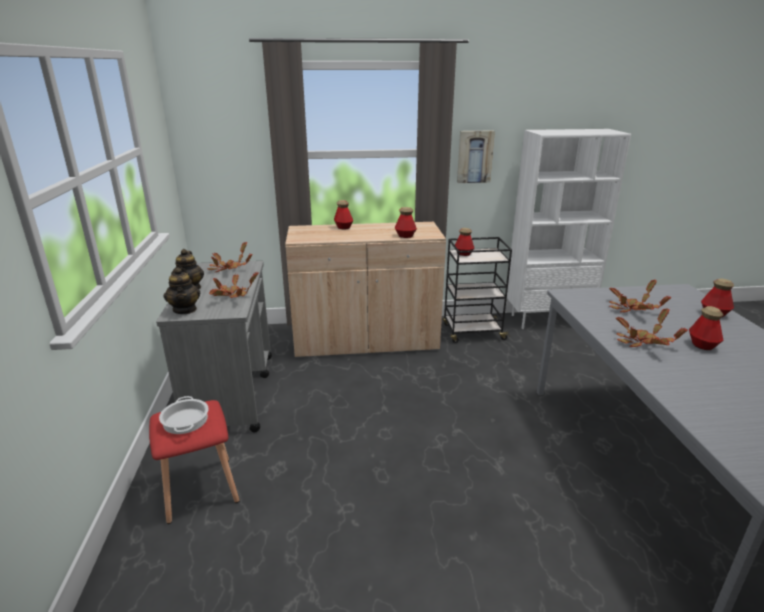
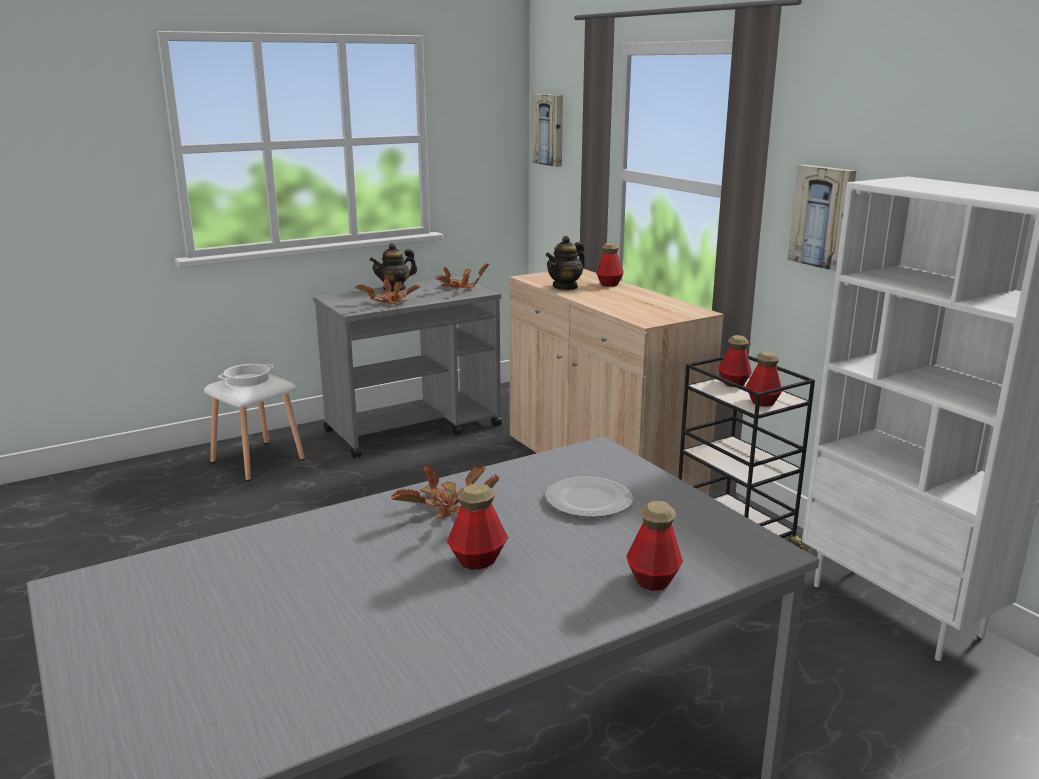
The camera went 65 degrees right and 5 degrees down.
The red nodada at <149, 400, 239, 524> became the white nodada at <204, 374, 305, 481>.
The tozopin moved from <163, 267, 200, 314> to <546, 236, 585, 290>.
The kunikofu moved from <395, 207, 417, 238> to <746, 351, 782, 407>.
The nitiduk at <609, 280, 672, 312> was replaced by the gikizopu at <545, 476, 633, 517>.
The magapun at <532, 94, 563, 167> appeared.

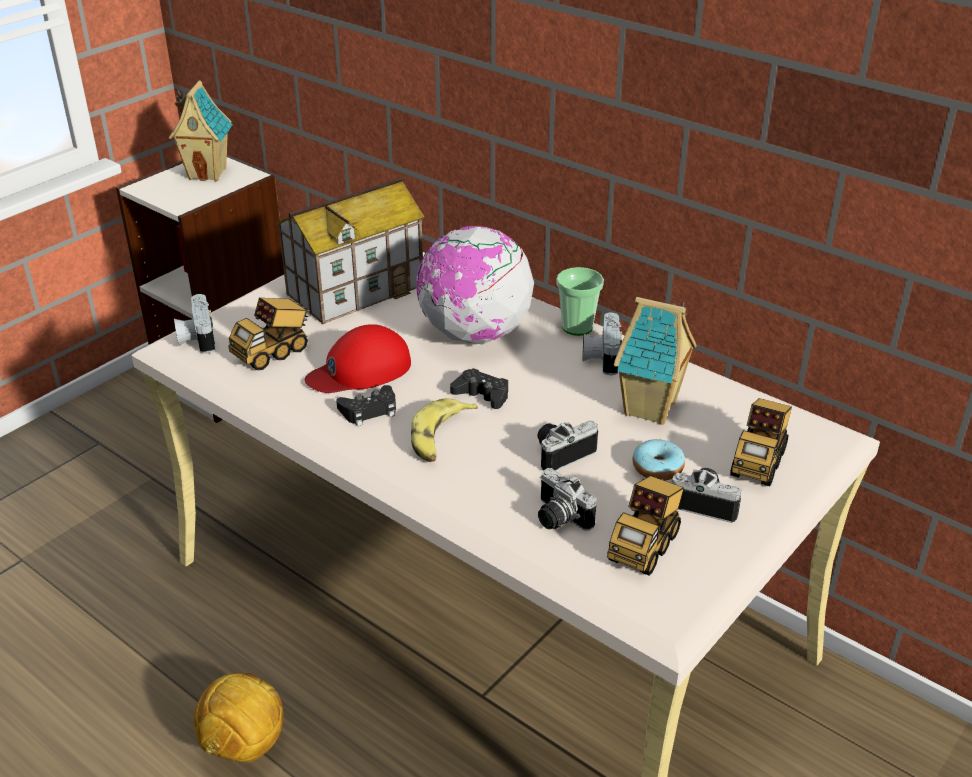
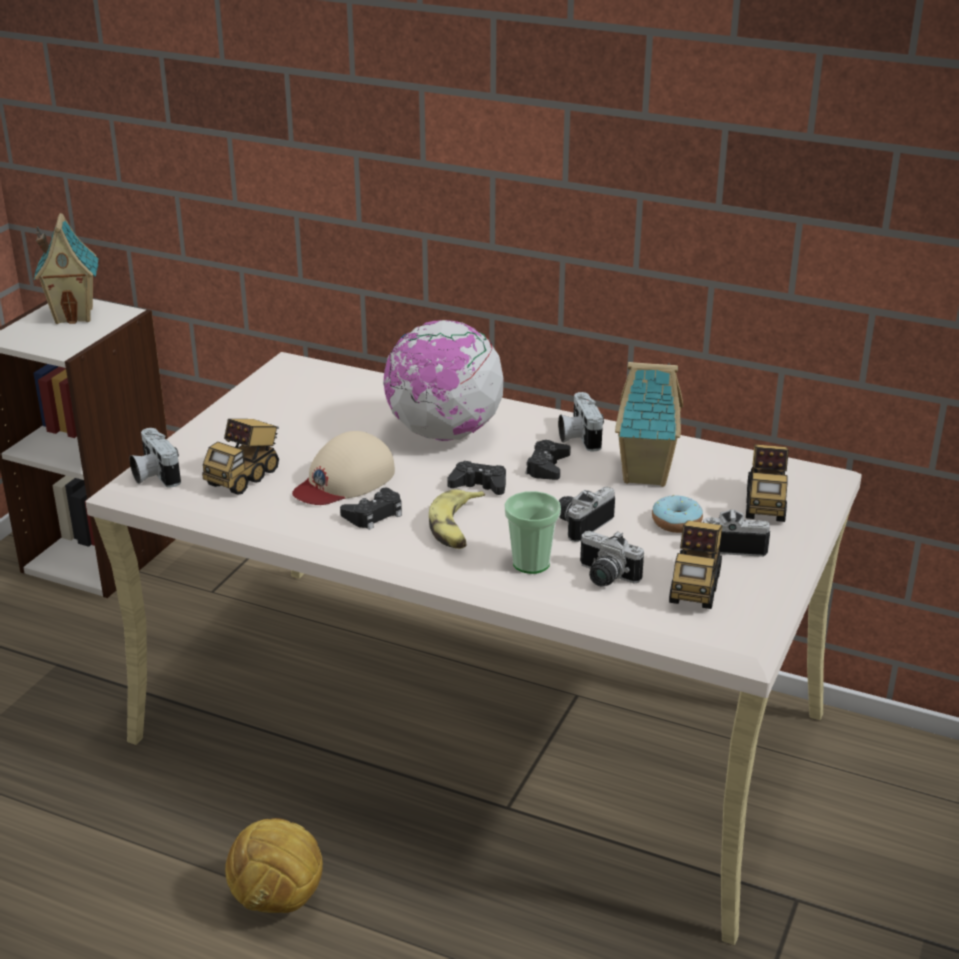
The camera went 15 degrees left and 5 degrees down.
The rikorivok at <275, 177, 424, 324> disappeared.
The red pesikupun at <304, 324, 411, 393> became the beige pesikupun at <292, 431, 395, 505>.
The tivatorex moved from <557, 267, 604, 336> to <505, 491, 561, 574>.
The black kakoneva at <525, 440, 571, 480> appeared.

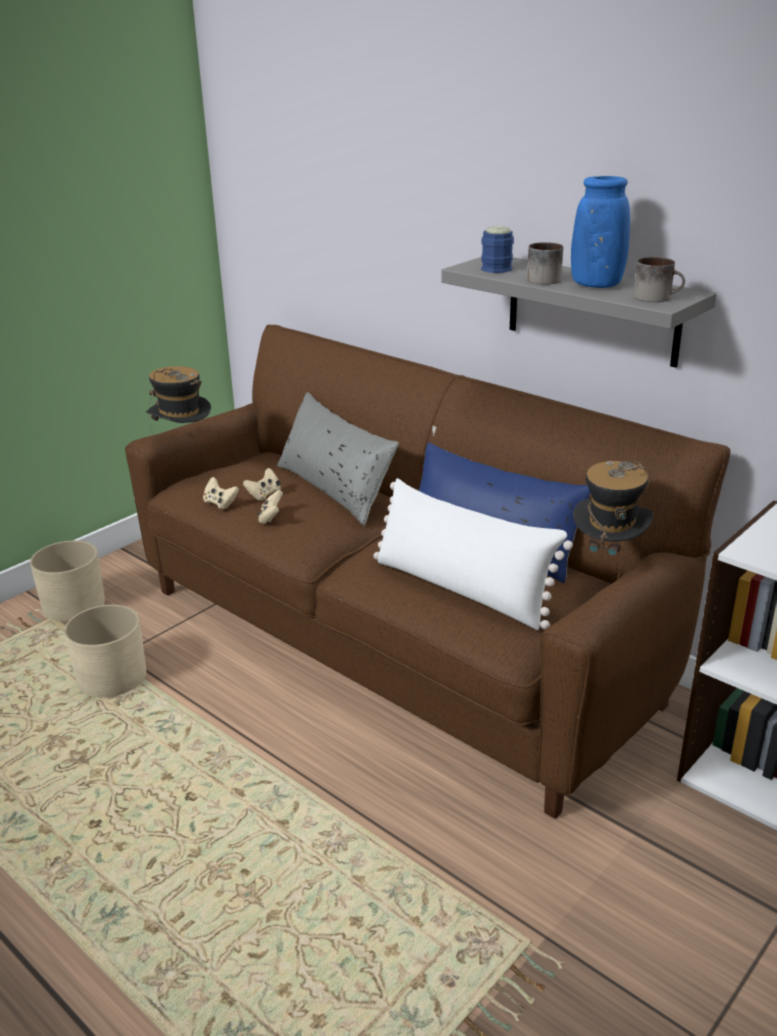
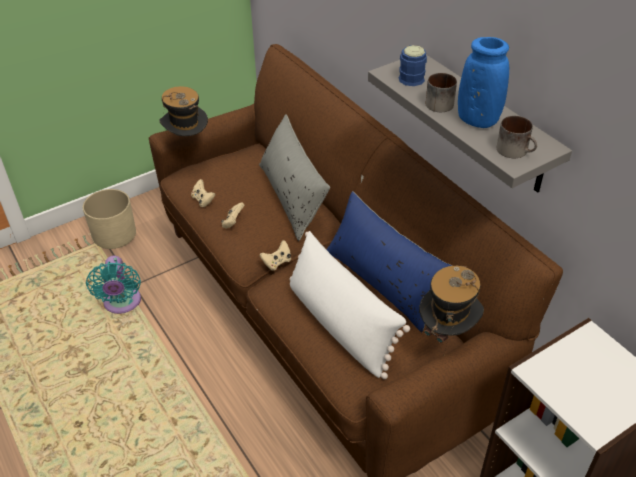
The camera went 15 degrees right and 15 degrees up.
The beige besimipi at <64, 605, 146, 698> was replaced by the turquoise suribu at <86, 256, 141, 314>.
The beige kakoneva moved from <243, 468, 281, 501> to <260, 240, 291, 270>.

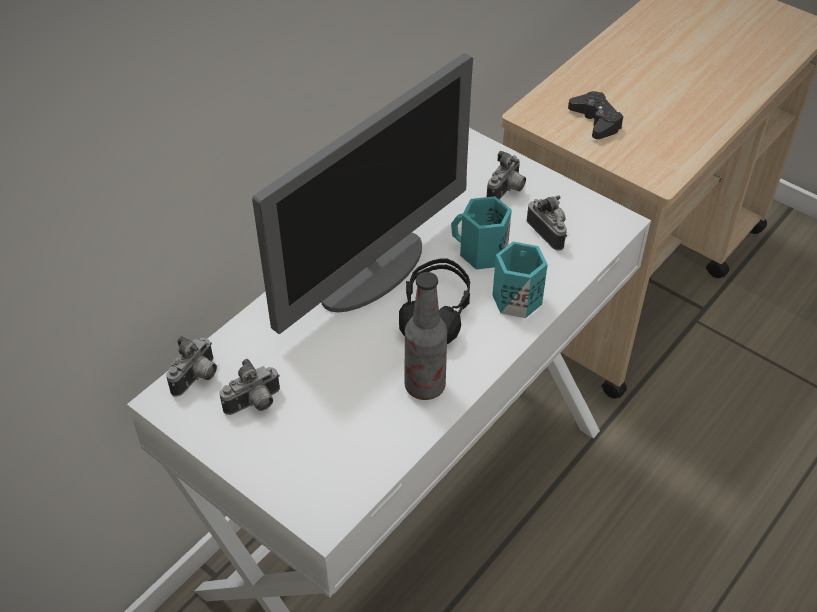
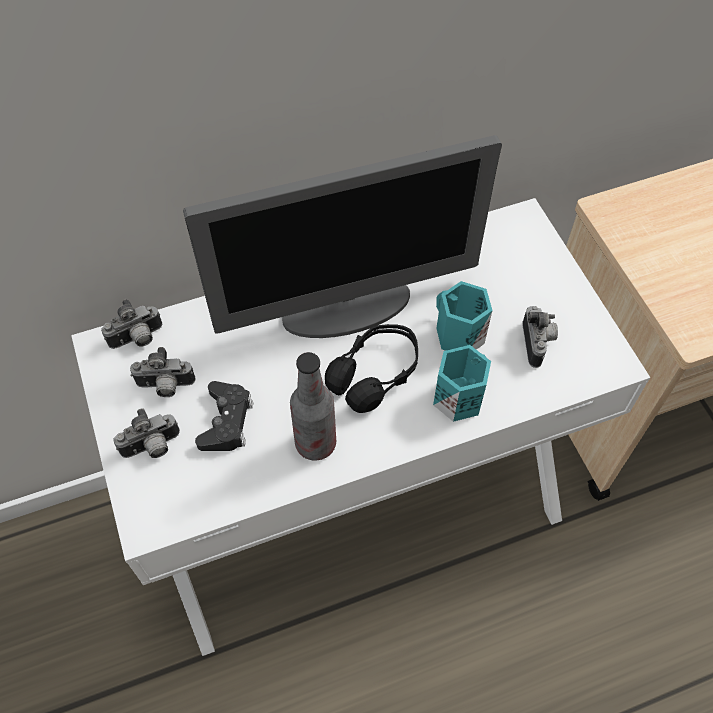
The camera went 30 degrees right and 10 degrees up.
The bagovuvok moved from <486, 151, 526, 200> to <113, 408, 180, 458>.
The black kakoneva moved from <568, 91, 623, 139> to <195, 381, 253, 451>.

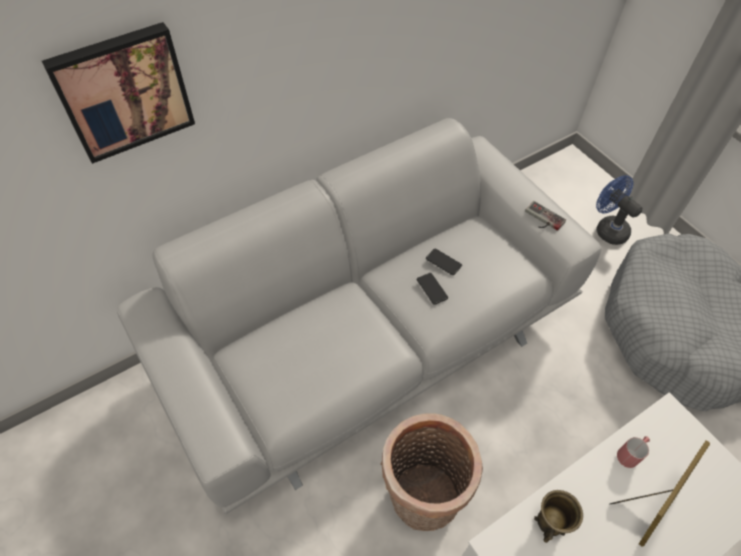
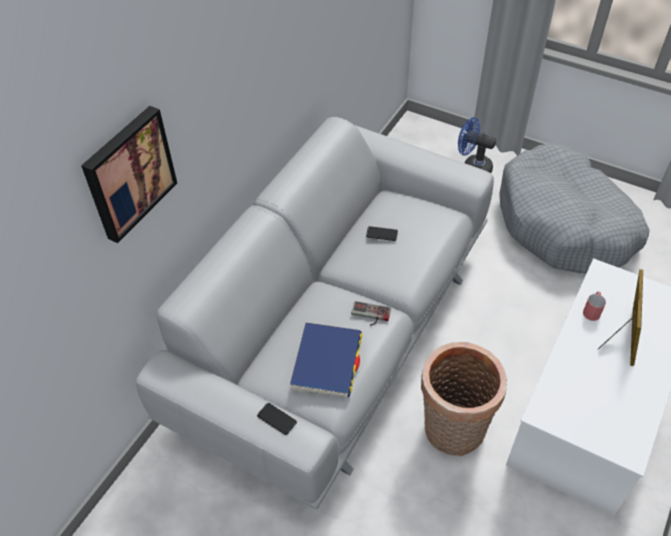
The camera went 25 degrees left and 5 degrees down.
The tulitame moved from <417, 273, 448, 305> to <257, 403, 297, 435>.
The kakoneva moved from <525, 201, 566, 231> to <351, 301, 391, 326>.
The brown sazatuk at <534, 490, 583, 543> disappeared.
The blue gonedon at <290, 322, 362, 398> appeared.

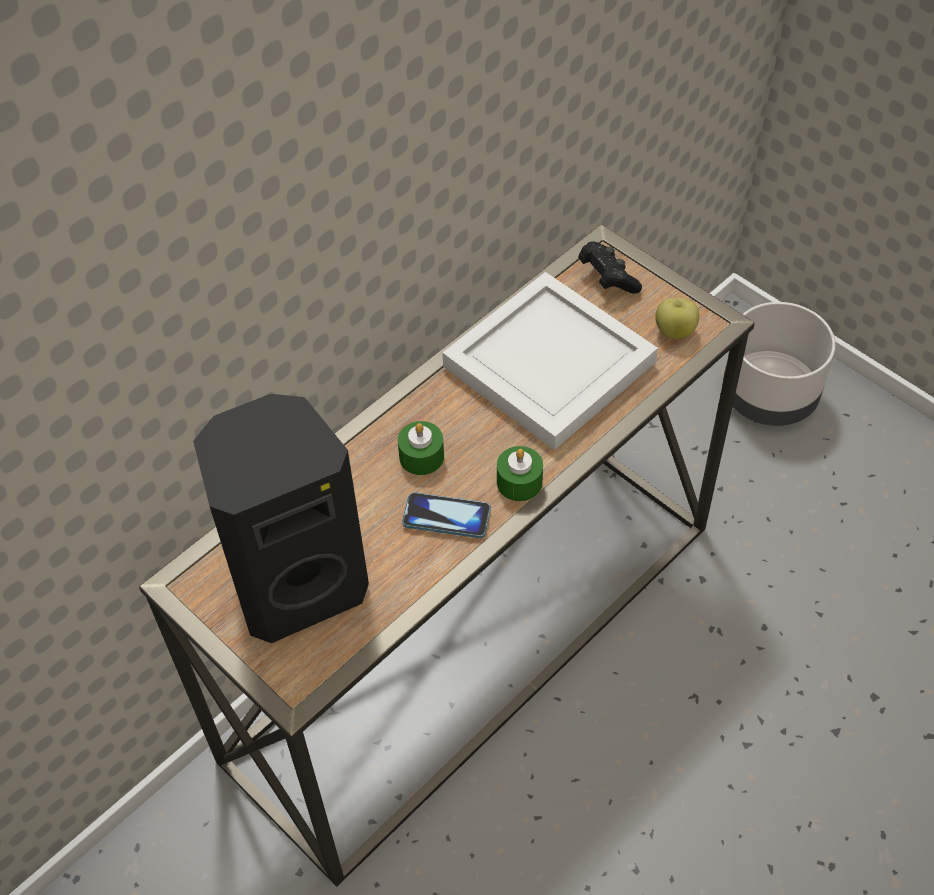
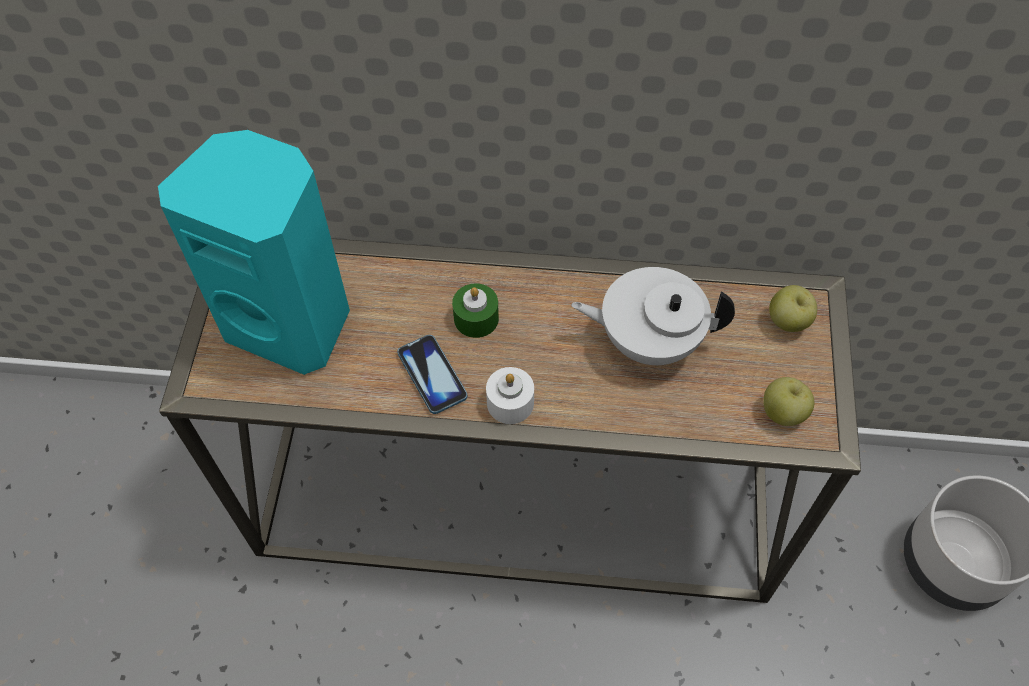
The camera went 50 degrees right and 5 degrees up.
The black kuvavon at <193, 394, 369, 643> became the turquoise kuvavon at <158, 130, 350, 375>.
The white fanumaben at <442, 272, 658, 450> was replaced by the white tozopin at <571, 267, 735, 365>.
The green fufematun at <497, 446, 543, 501> became the white fufematun at <486, 367, 534, 424>.
The black kakoneva at <578, 241, 642, 293> was replaced by the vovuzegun at <769, 285, 817, 332>.

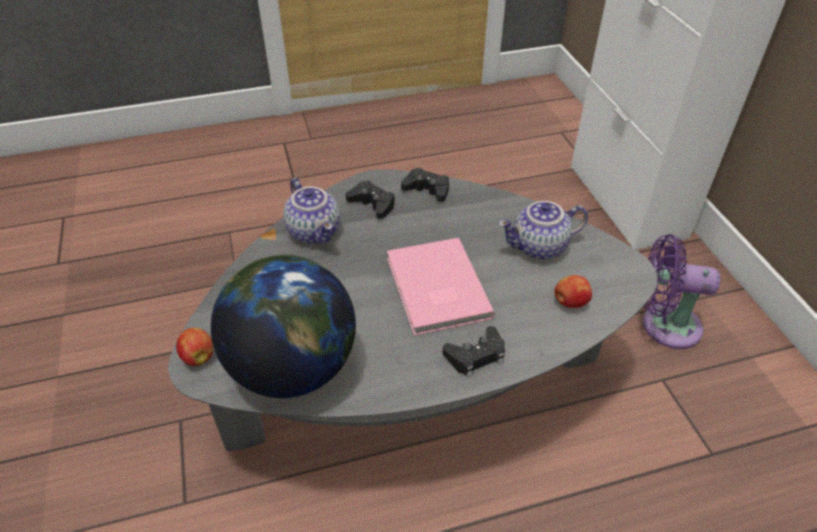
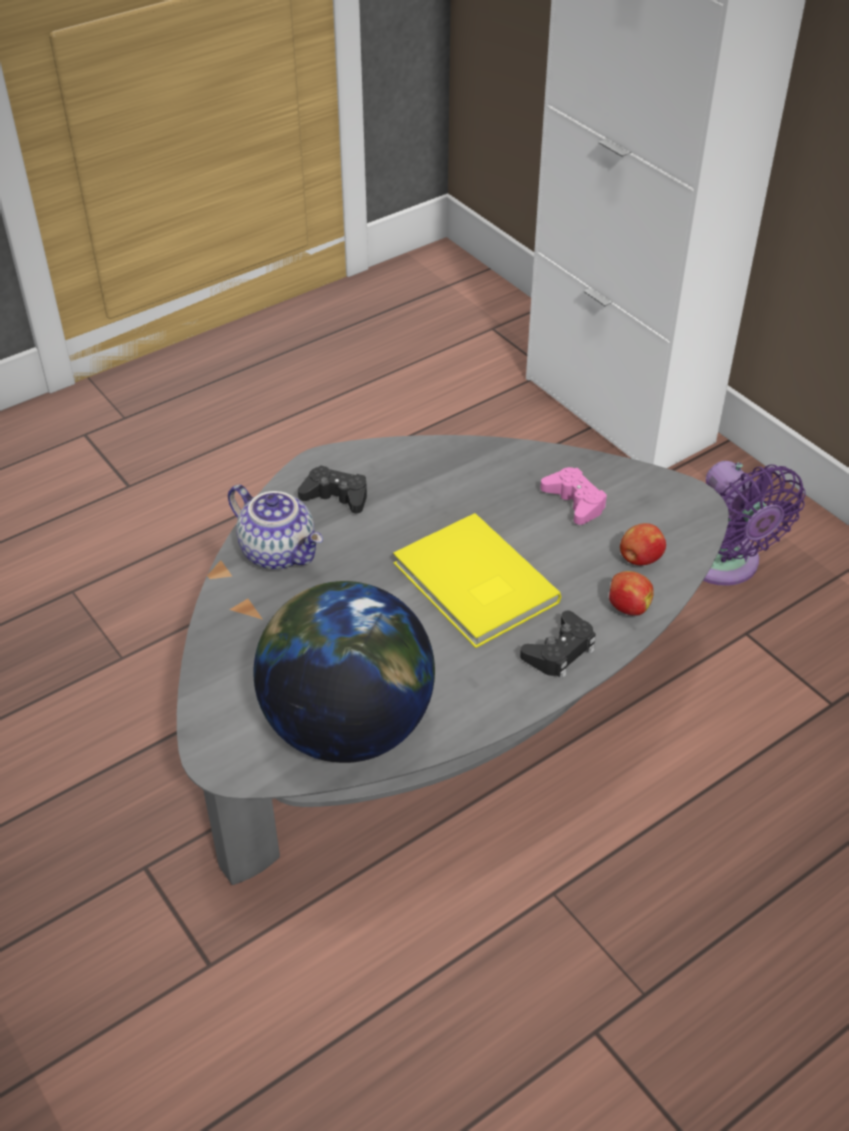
The camera went 20 degrees left and 0 degrees up.
The vovuzegun moved from <176, 327, 214, 366> to <609, 571, 654, 616>.
The pink gonedon at <387, 238, 495, 336> became the yellow gonedon at <393, 513, 561, 648>.
The black kakoneva at <401, 168, 449, 202> disappeared.
The tozopin at <498, 201, 588, 260> was replaced by the pink kakoneva at <540, 467, 607, 525>.
The purple suribu at <643, 234, 720, 349> turned 105 degrees counterclockwise.

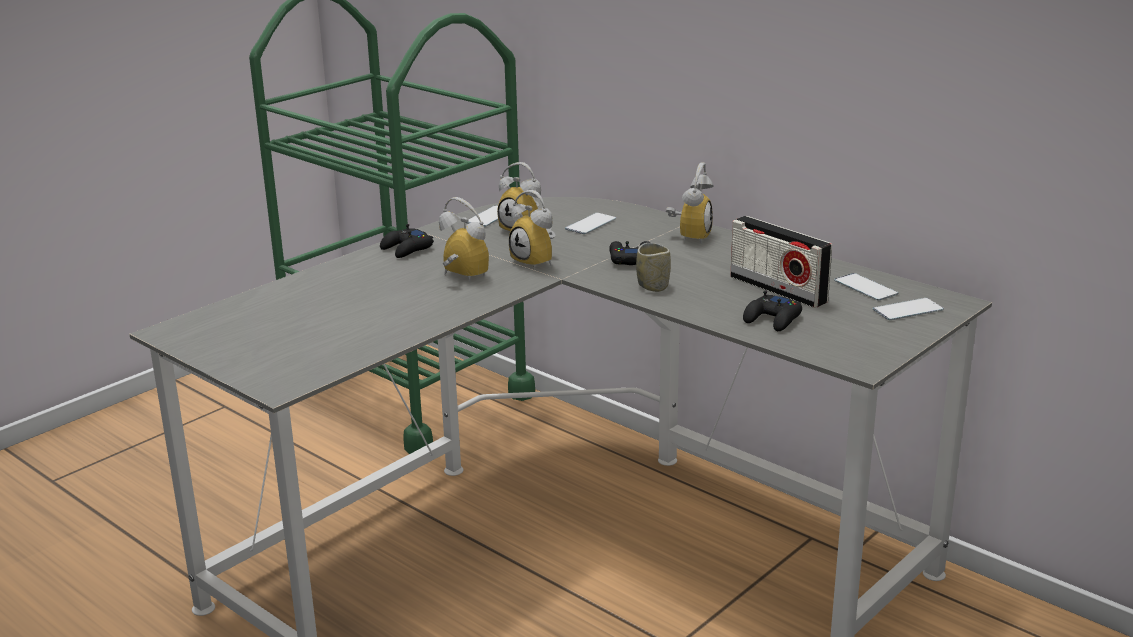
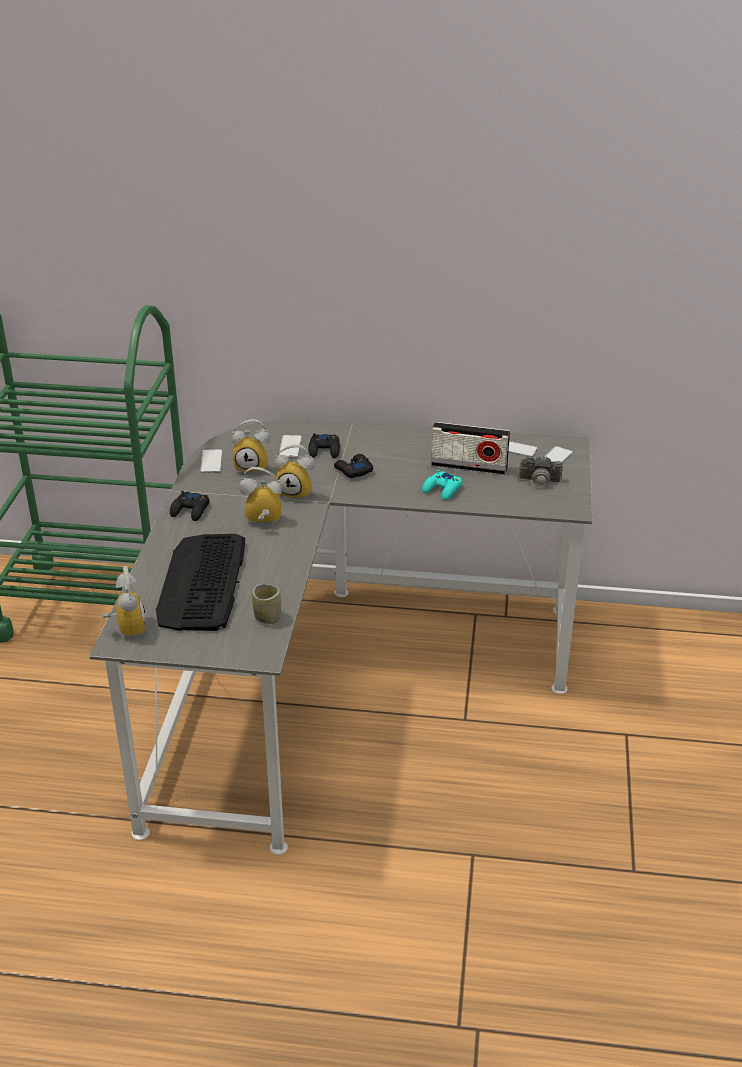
The camera went 35 degrees left and 10 degrees up.
The tivatorex moved from <636, 243, 671, 292> to <252, 584, 281, 624>.
The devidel moved from <666, 163, 714, 244> to <102, 566, 145, 636>.
The black kakoneva moved from <743, 291, 802, 331> to <308, 433, 340, 458>.
The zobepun at <156, 534, 245, 631> appeared.
The turquoise kakoneva at <422, 470, 462, 500> appeared.
The bagovuvok at <517, 455, 570, 491> appeared.

